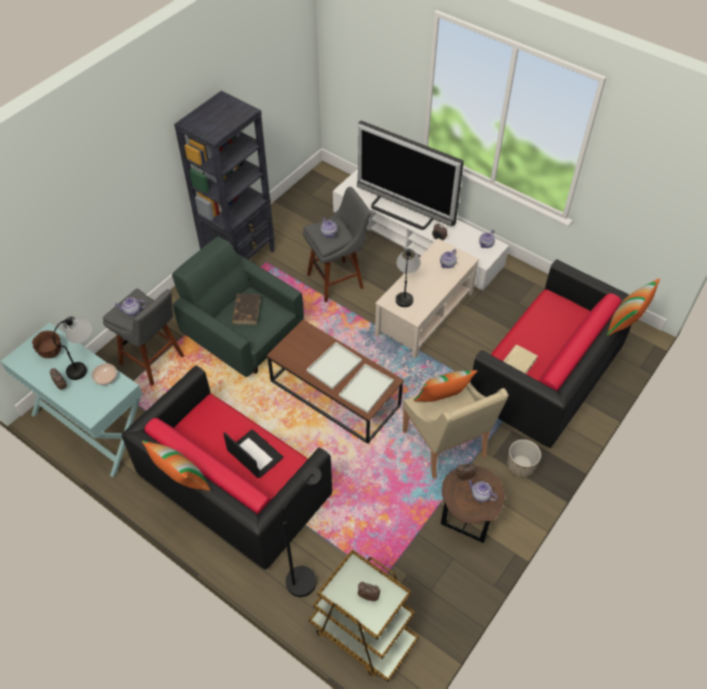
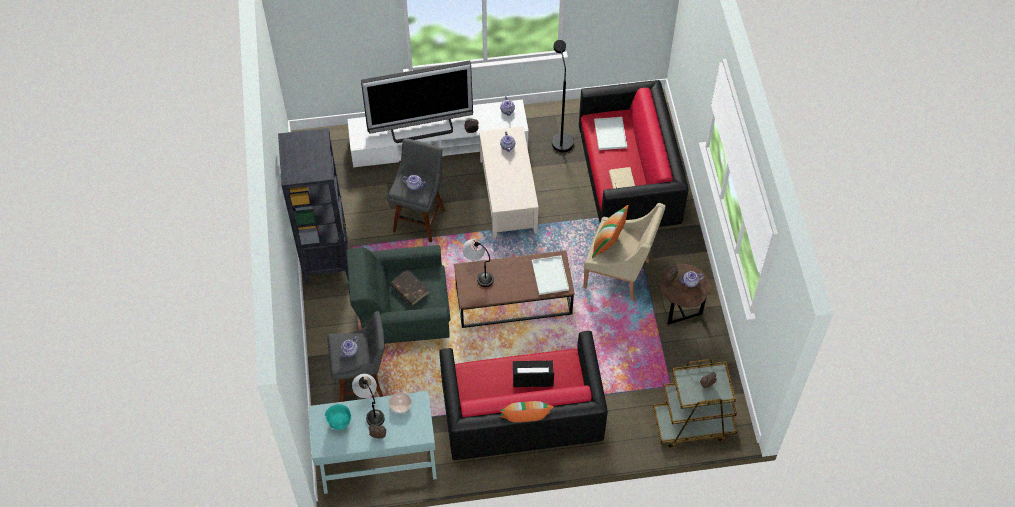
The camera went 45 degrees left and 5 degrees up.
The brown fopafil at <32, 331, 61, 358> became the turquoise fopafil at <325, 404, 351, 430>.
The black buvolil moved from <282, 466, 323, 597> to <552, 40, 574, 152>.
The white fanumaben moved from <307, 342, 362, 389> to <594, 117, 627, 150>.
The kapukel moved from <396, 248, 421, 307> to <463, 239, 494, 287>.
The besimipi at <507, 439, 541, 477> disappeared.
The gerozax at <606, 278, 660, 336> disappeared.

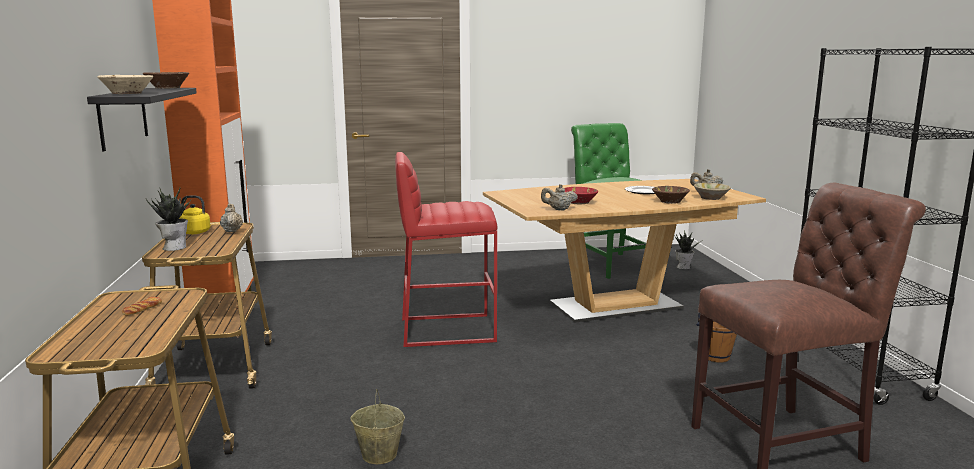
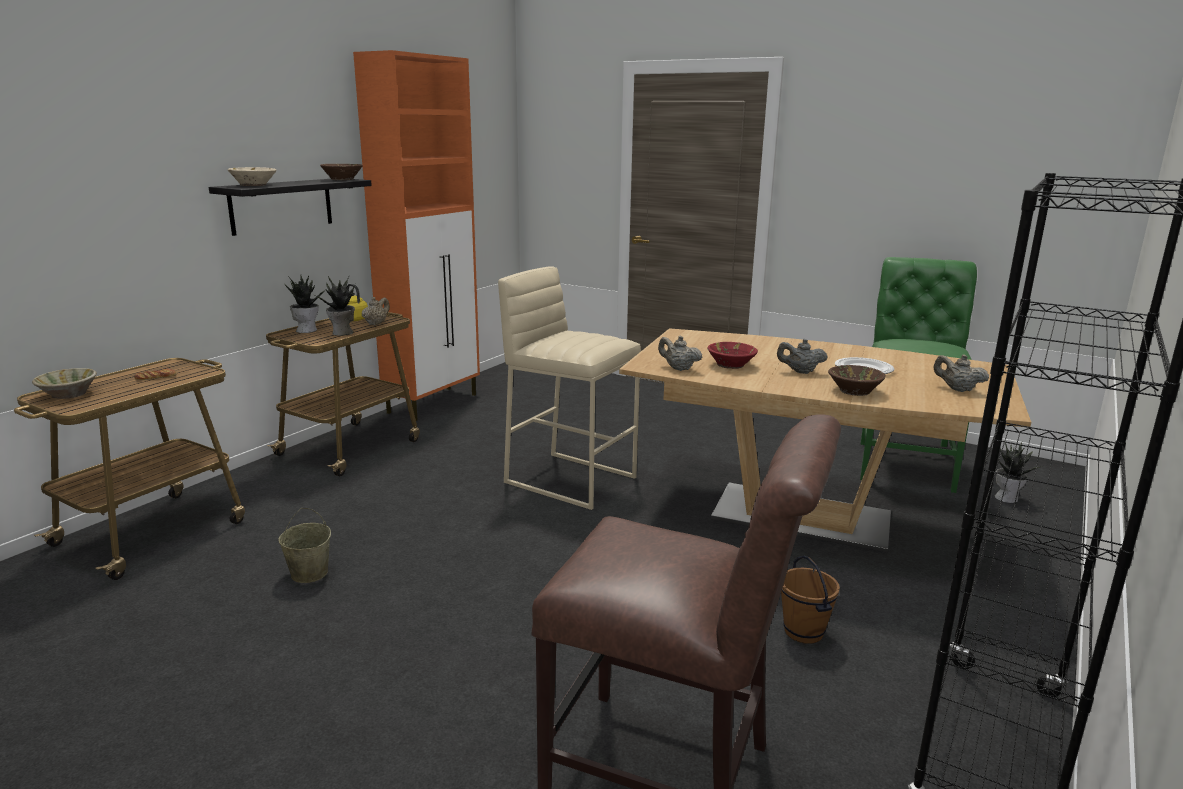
The camera went 40 degrees right and 5 degrees up.
The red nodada at <395, 152, 498, 347> became the beige nodada at <498, 266, 641, 510>.
The beige fopafil moved from <694, 183, 731, 200> to <32, 368, 97, 399>.
The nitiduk at <315, 276, 356, 336> appeared.
The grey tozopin at <777, 339, 828, 374> appeared.

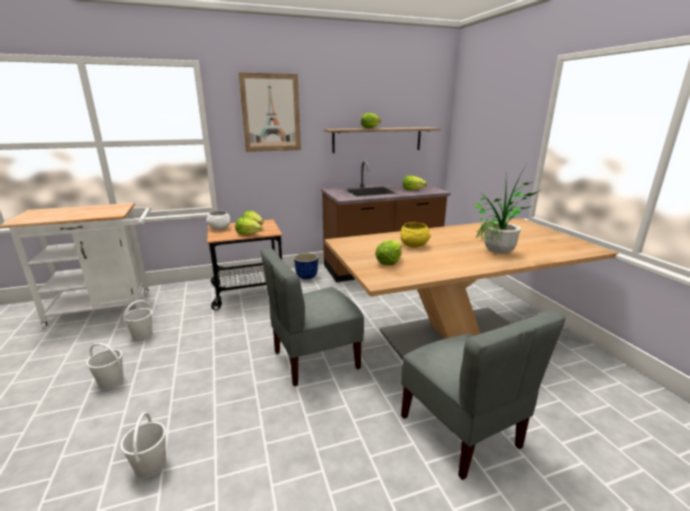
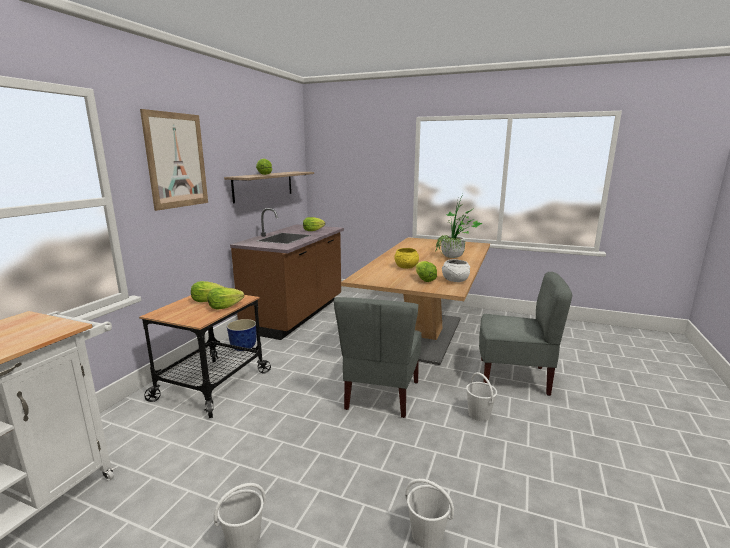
The camera went 50 degrees left and 5 degrees down.
The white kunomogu moved from <123, 300, 152, 341> to <466, 372, 497, 421>.
The white fopafil moved from <206, 211, 231, 230> to <442, 259, 470, 282>.

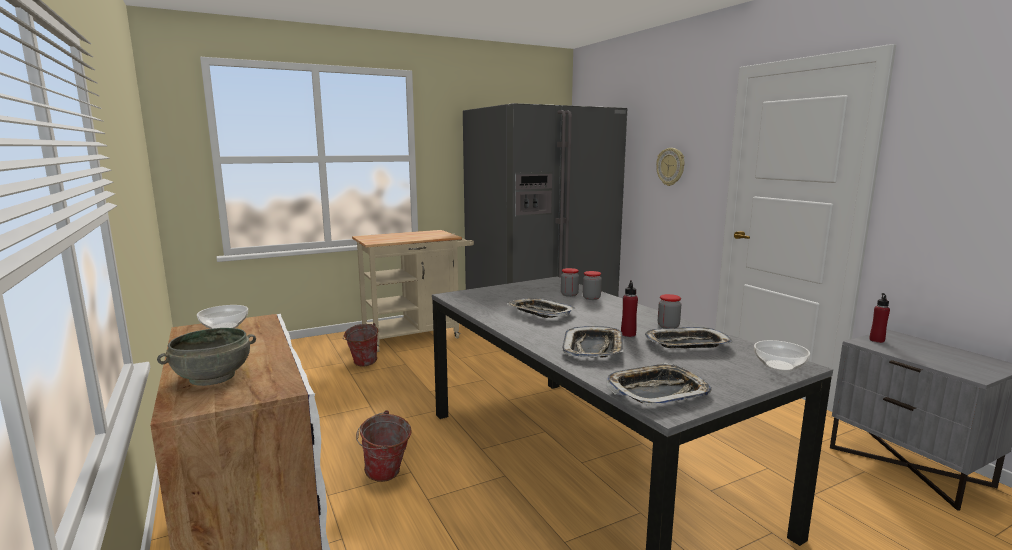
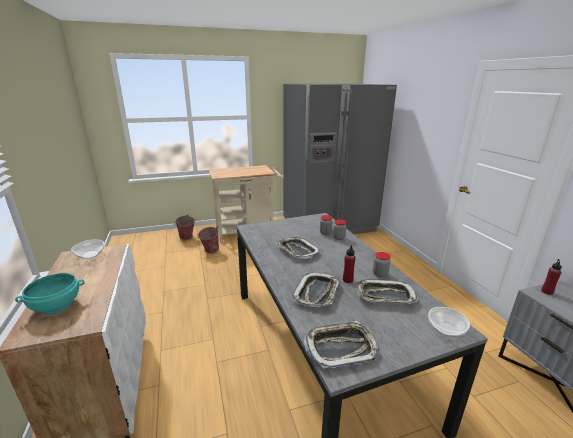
The camera went 10 degrees right and 10 degrees up.
The grey fopafil at <157, 328, 256, 386> became the turquoise fopafil at <15, 273, 85, 315>.
The kunomogu moved from <356, 410, 412, 482> to <174, 215, 195, 240>.
The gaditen at <656, 148, 685, 186> disappeared.

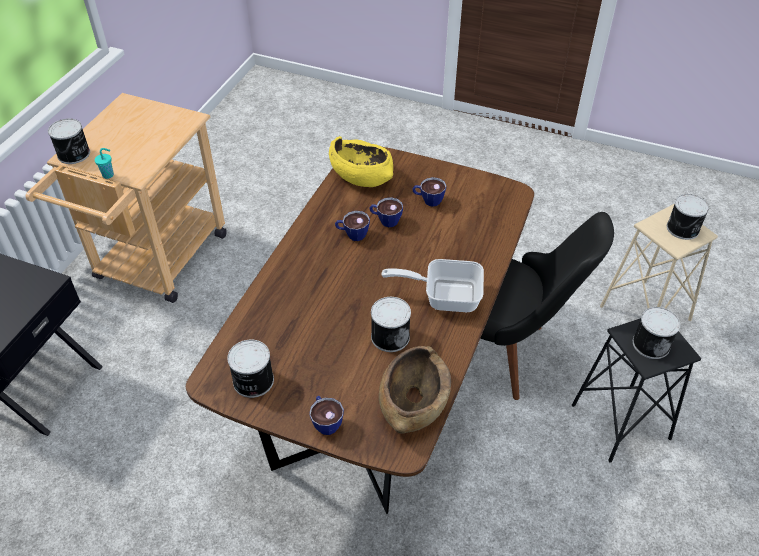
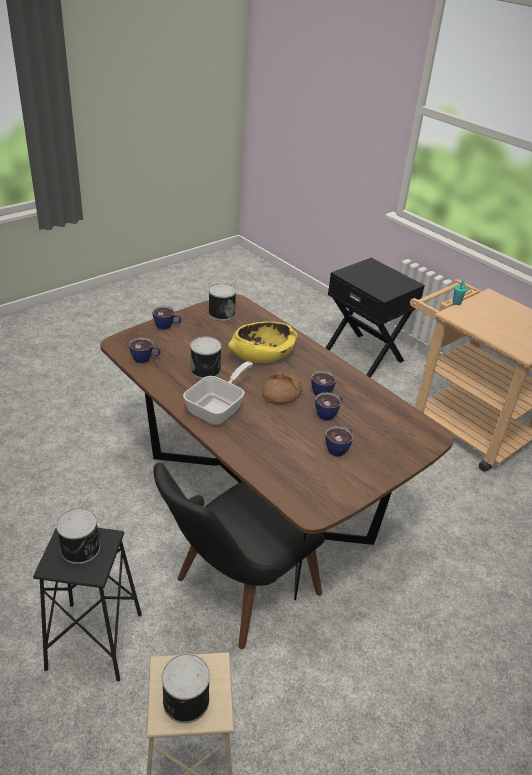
The camera went 115 degrees right and 10 degrees down.
The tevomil at <48, 119, 90, 164> disappeared.
The yellow fopafil moved from <329, 136, 393, 187> to <228, 321, 298, 363>.
The brown fopafil at <379, 346, 451, 434> was replaced by the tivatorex at <129, 337, 161, 363>.
The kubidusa at <262, 372, 302, 404> appeared.

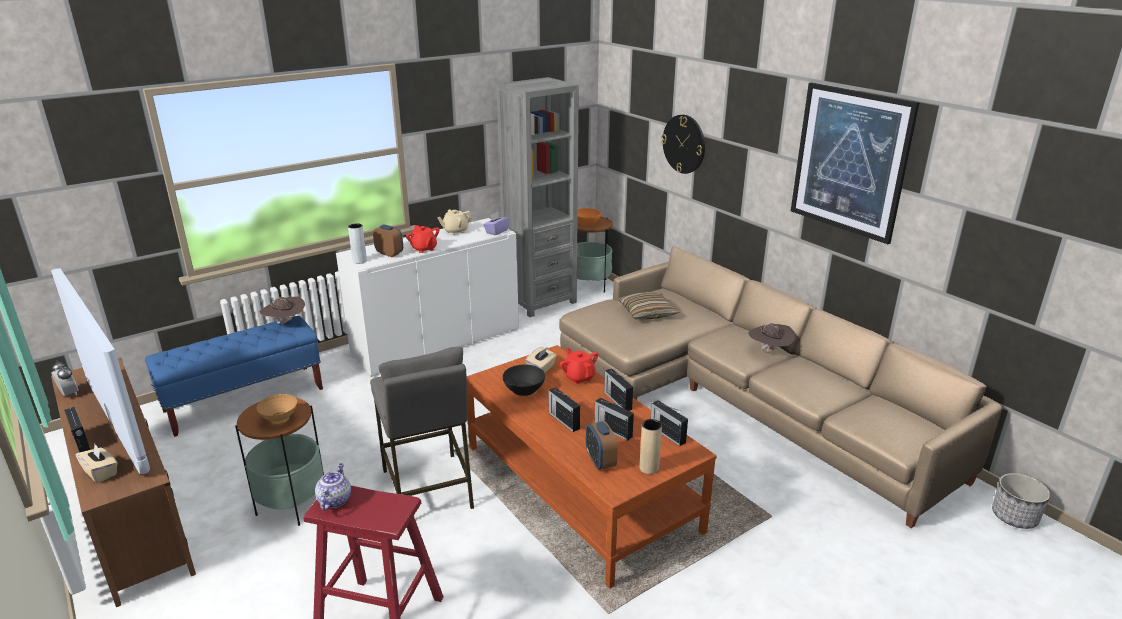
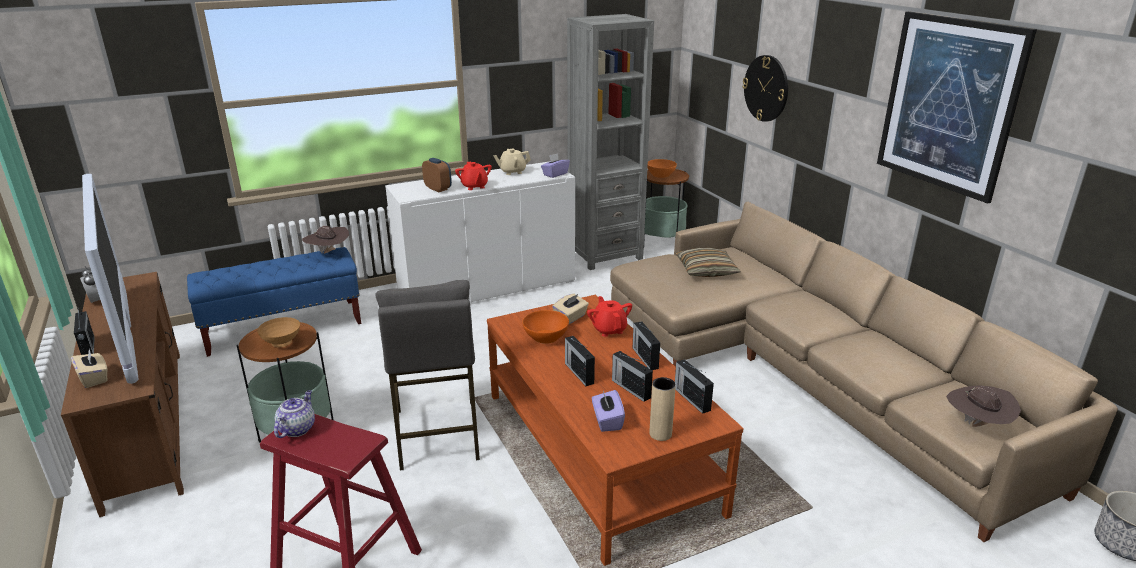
The camera went 10 degrees right and 0 degrees up.
The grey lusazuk at <348, 223, 367, 264> disappeared.
The black fopafil at <503, 364, 545, 396> became the orange fopafil at <522, 310, 569, 344>.
The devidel at <586, 421, 618, 470> was replaced by the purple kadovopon at <592, 390, 625, 432>.
The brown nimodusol moved from <748, 323, 796, 352> to <946, 385, 1021, 427>.

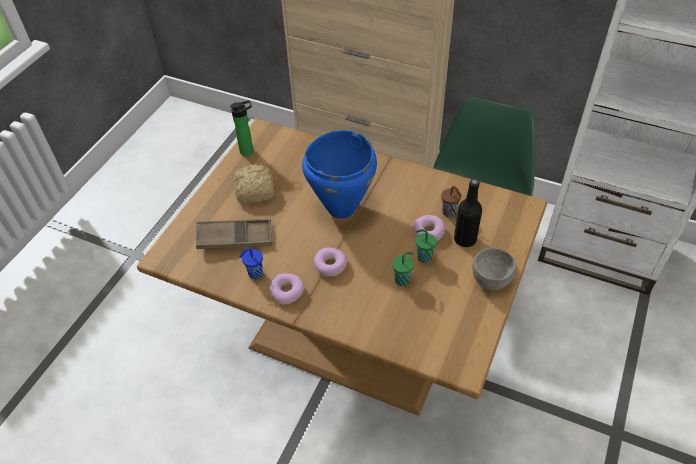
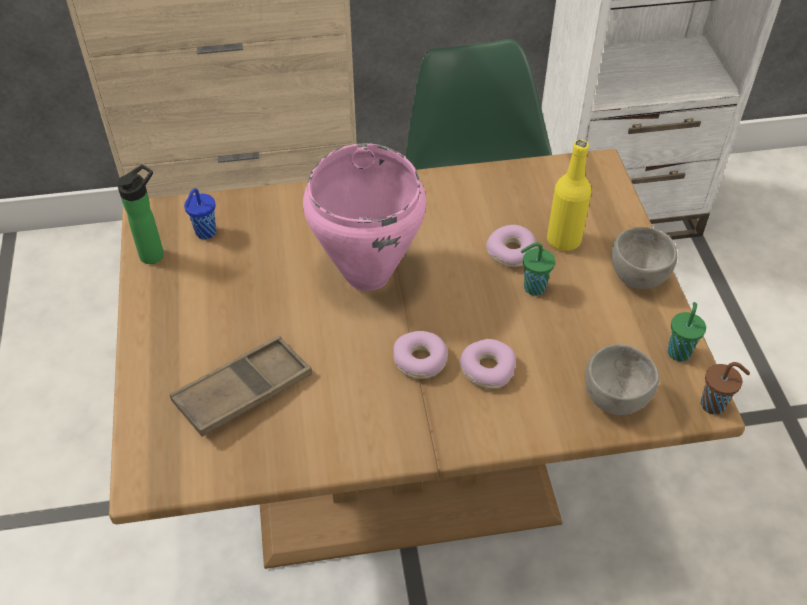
The camera went 35 degrees left and 0 degrees up.
The kubidusa at <233, 164, 274, 204> disappeared.
The blue tivatorex moved from <239, 248, 263, 279> to <184, 188, 216, 239>.
The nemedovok moved from <269, 273, 304, 305> to <460, 339, 516, 389>.
The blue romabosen at <302, 130, 377, 219> became the pink romabosen at <303, 143, 426, 291>.
The green tivatorex moved from <392, 252, 414, 286> to <667, 302, 706, 361>.
The brown tivatorex moved from <441, 186, 462, 217> to <701, 362, 750, 415>.
The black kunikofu at <454, 179, 482, 247> became the yellow kunikofu at <547, 140, 591, 251>.
The grey fopafil at <585, 344, 660, 415> appeared.

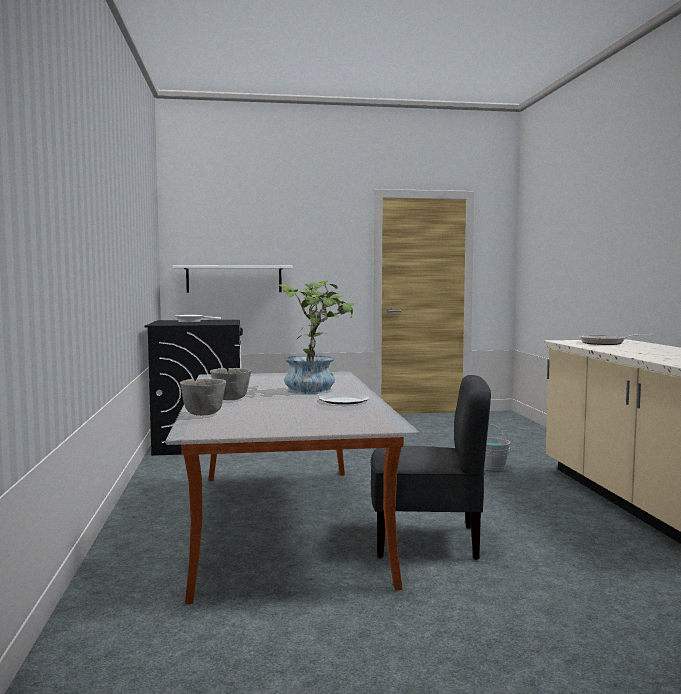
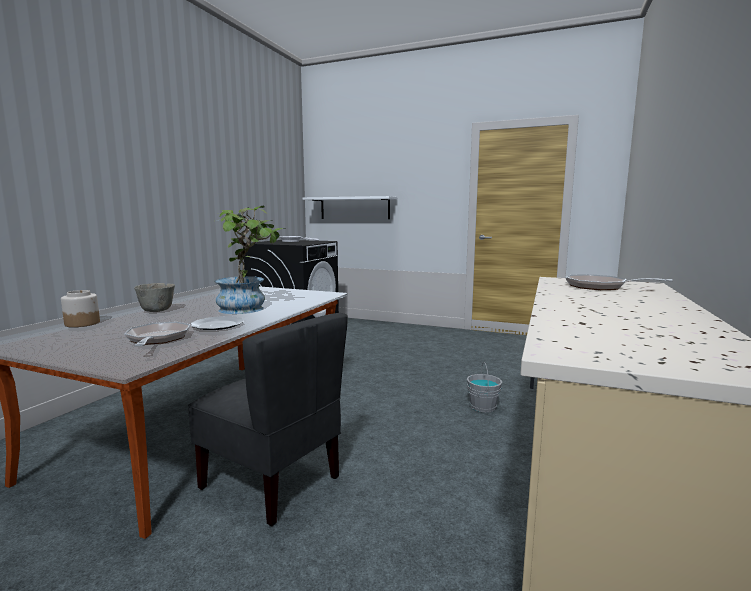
The camera went 30 degrees right and 5 degrees up.
The grey fopafil at <180, 378, 226, 416> was replaced by the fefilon at <61, 290, 100, 327>.
The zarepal at <124, 322, 190, 346> appeared.

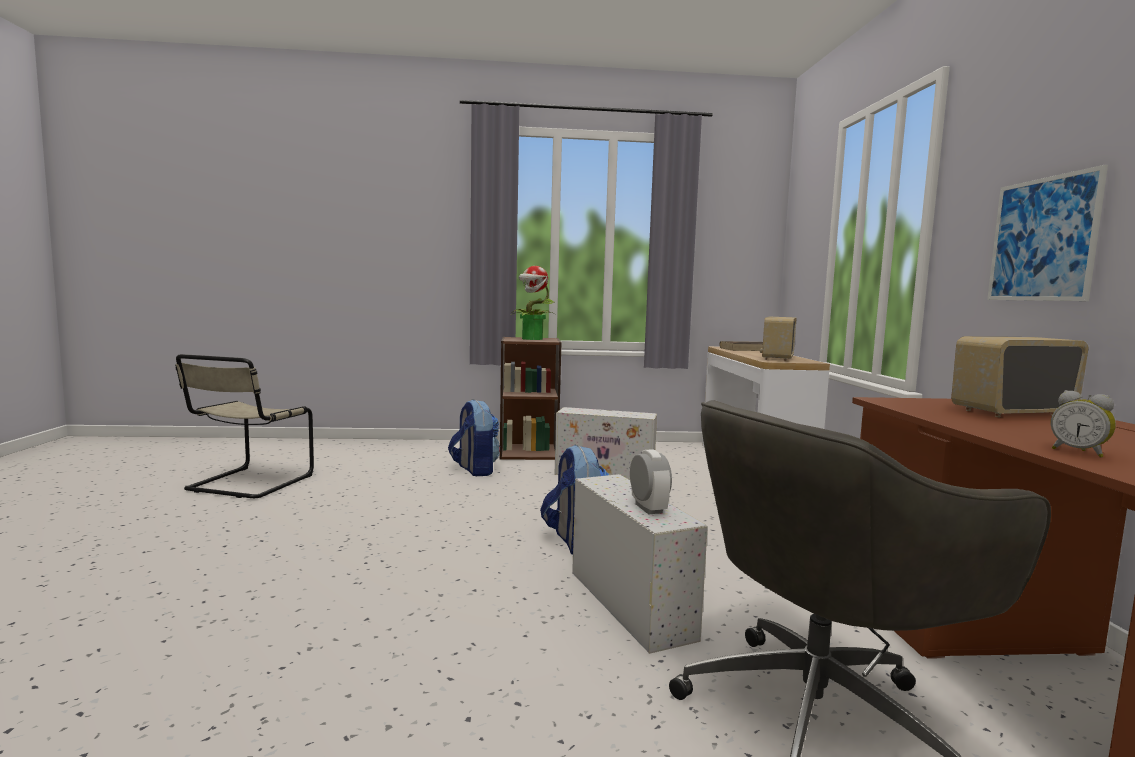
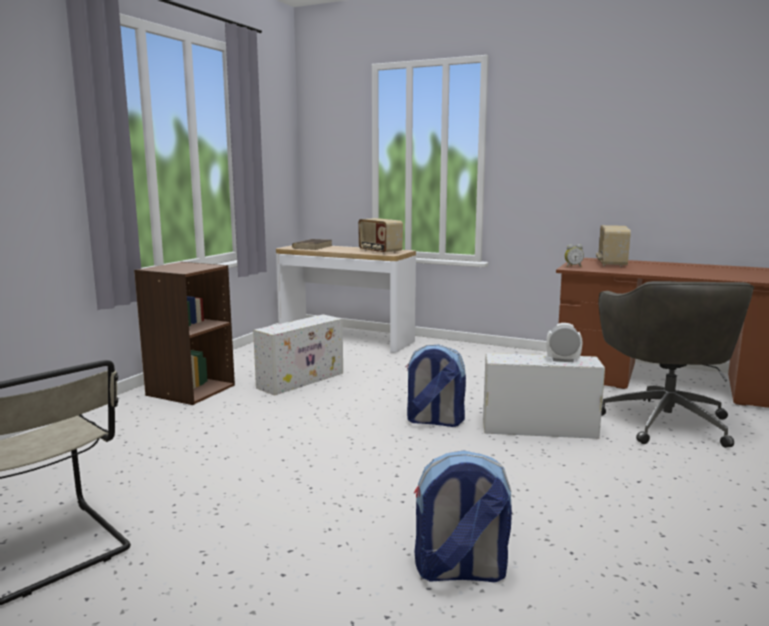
The camera went 60 degrees left and 5 degrees up.
The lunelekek moved from <448, 399, 500, 476> to <414, 451, 512, 582>.
The nitiduk at <510, 266, 555, 340> disappeared.
The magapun at <987, 165, 1108, 301> disappeared.
The devidel moved from <1051, 390, 1116, 458> to <565, 244, 584, 267>.

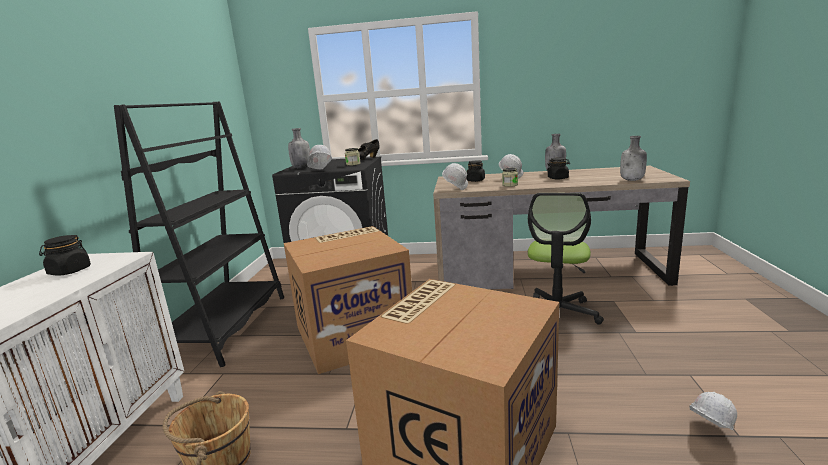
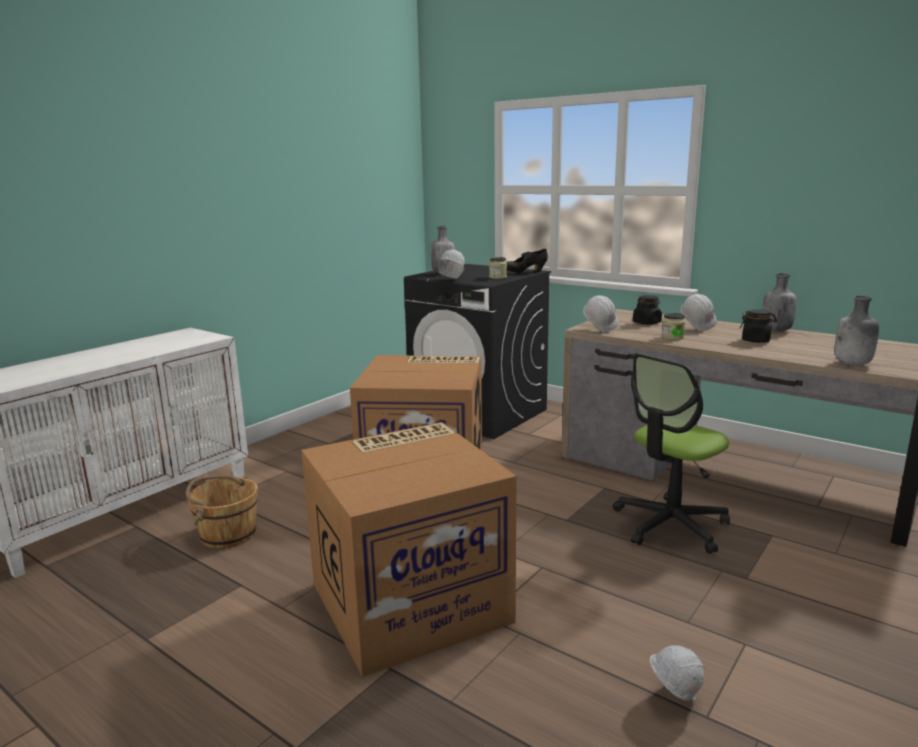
The camera went 30 degrees right and 0 degrees up.
The black fefilon at <39, 235, 91, 276> disappeared.
The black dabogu at <114, 101, 284, 367> disappeared.

